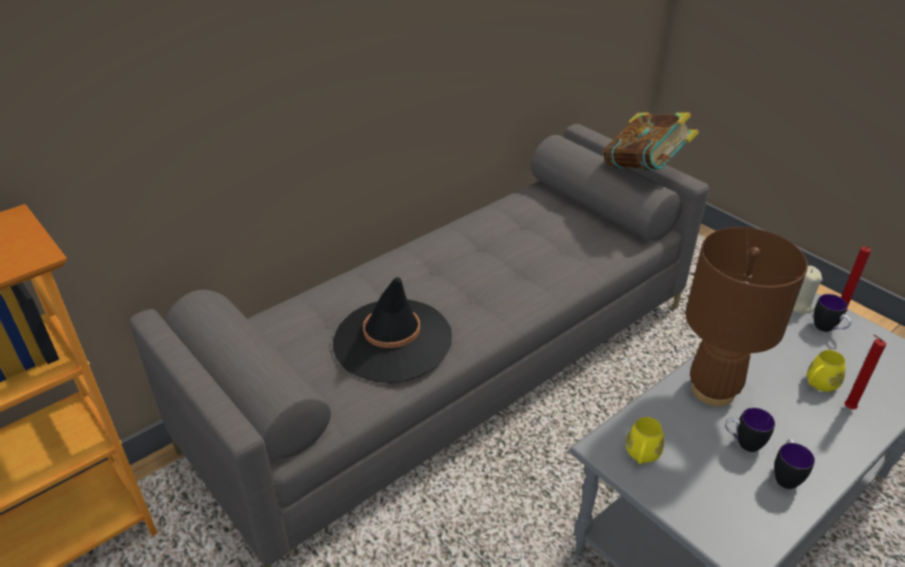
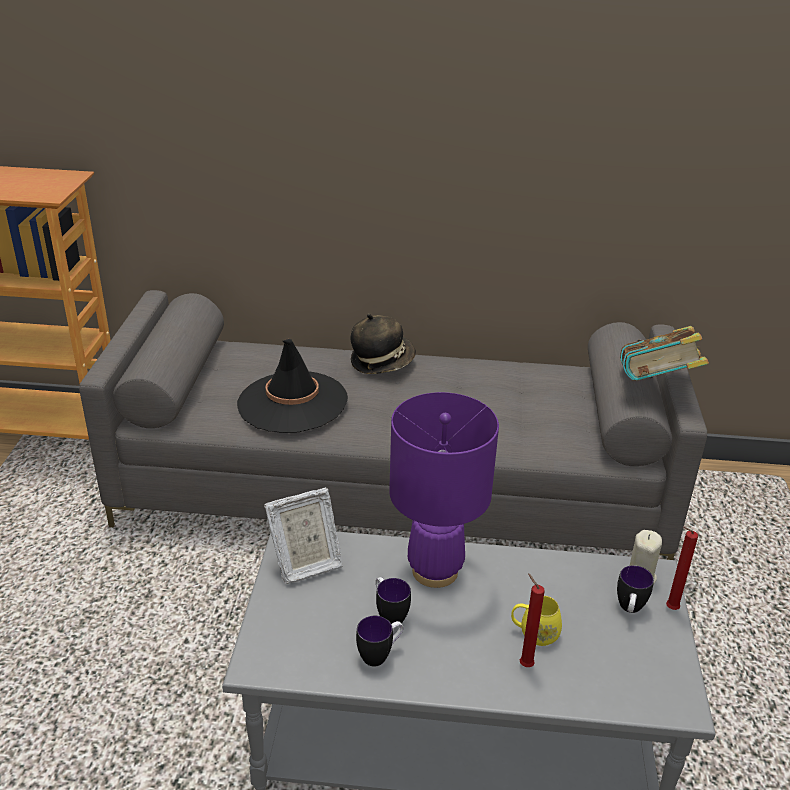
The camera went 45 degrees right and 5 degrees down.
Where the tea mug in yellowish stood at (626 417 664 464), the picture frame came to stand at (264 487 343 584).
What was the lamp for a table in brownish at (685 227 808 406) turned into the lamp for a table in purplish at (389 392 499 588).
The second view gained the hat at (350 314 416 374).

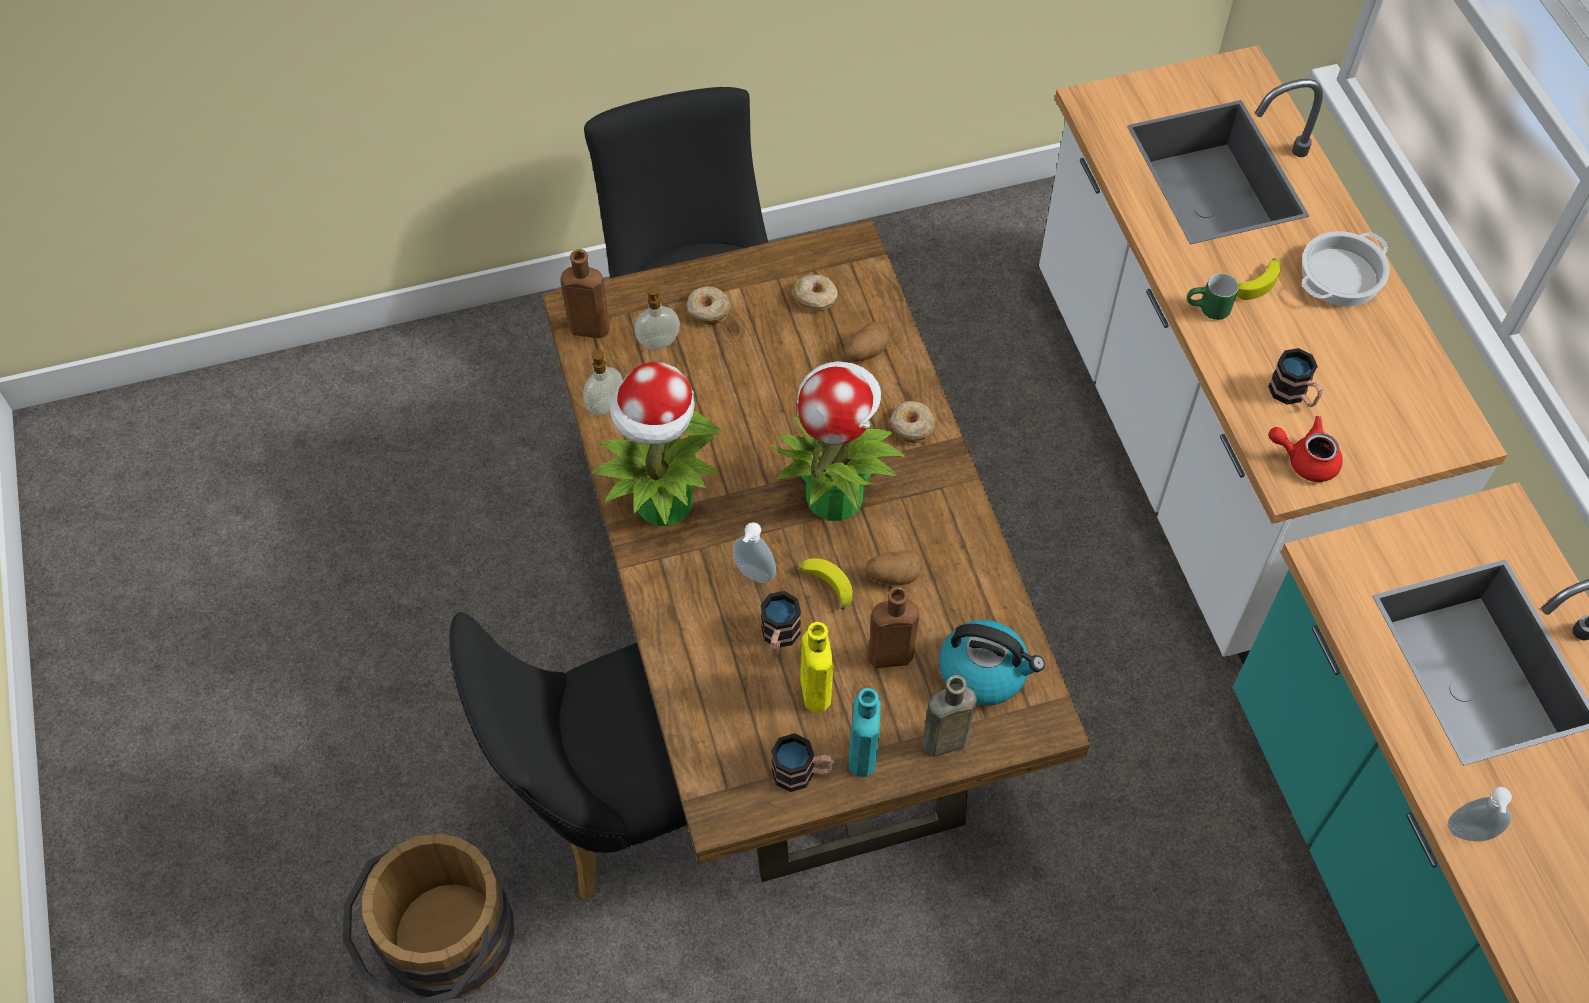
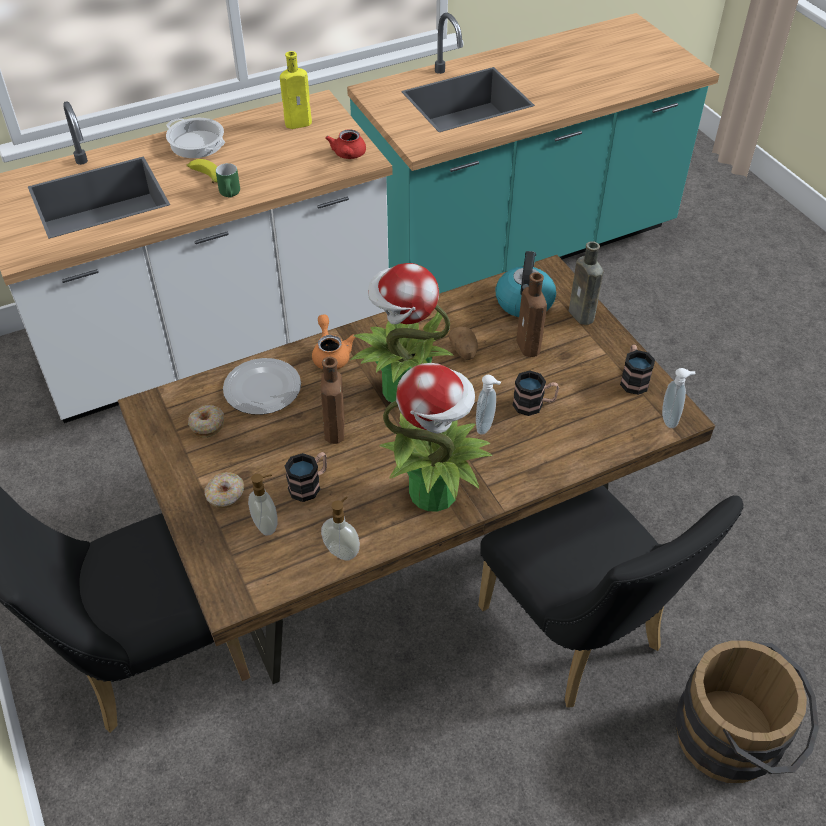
The camera went 100 degrees left and 10 degrees down.
The bottle in brownish ended up elsewhere, having gone from (561 249 610 338) to (321 357 344 444).
The second view lost the banana at (798 558 853 609).
The bottle in yellowish ended up elsewhere, having gone from (800 622 834 712) to (280 51 312 129).
Where the potato stood at (844 322 889 362), the flat dish came to stand at (223 358 301 415).
The second view lost the bottle in turquoise-coloured at (849 688 881 777).
Where the ring doughnut stood at (891 401 935 443), the tea pot in orange came to stand at (312 314 355 369).
The tea mug ended up elsewhere, having gone from (1268 348 1323 407) to (285 452 327 502).
The soap bottle ended up elsewhere, having gone from (1447 787 1512 841) to (662 368 695 428).

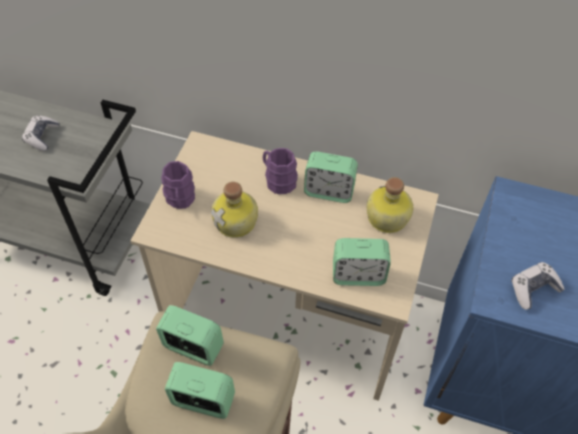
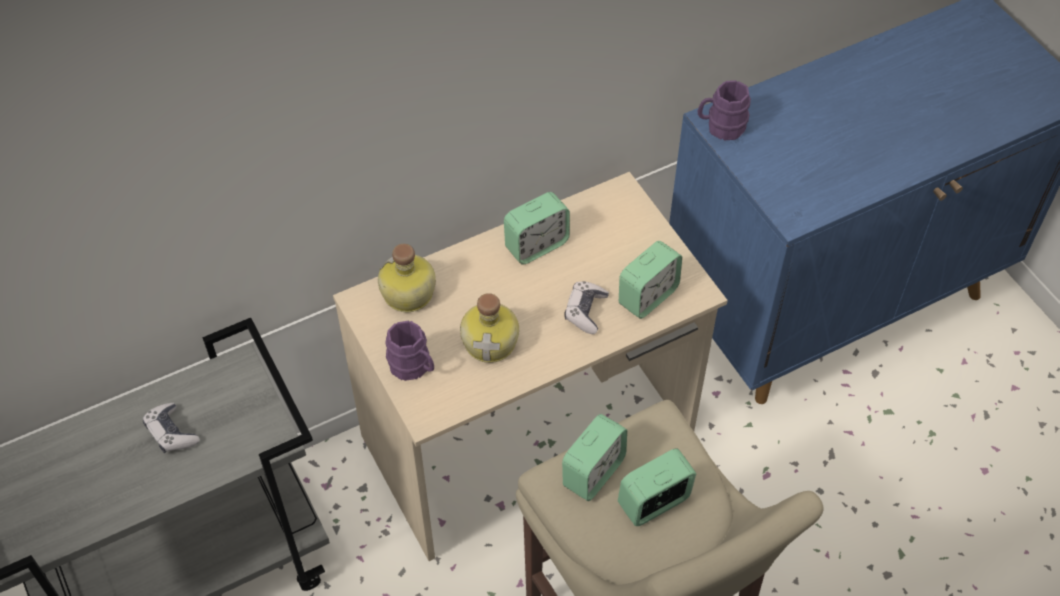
The camera went 45 degrees left and 0 degrees up.
The bedside clock at (156 305 224 366) ended up facing another way, 150 degrees clockwise from before.
The tea mug in purplish ended up elsewhere, having gone from (263 148 298 194) to (698 80 751 140).
The bottle ended up elsewhere, having gone from (367 177 413 233) to (378 244 436 312).
The joypad ended up elsewhere, having gone from (511 262 565 310) to (564 281 609 334).

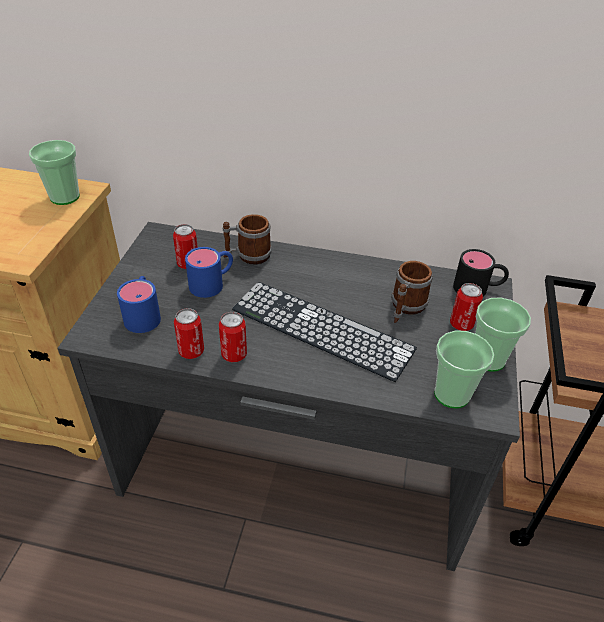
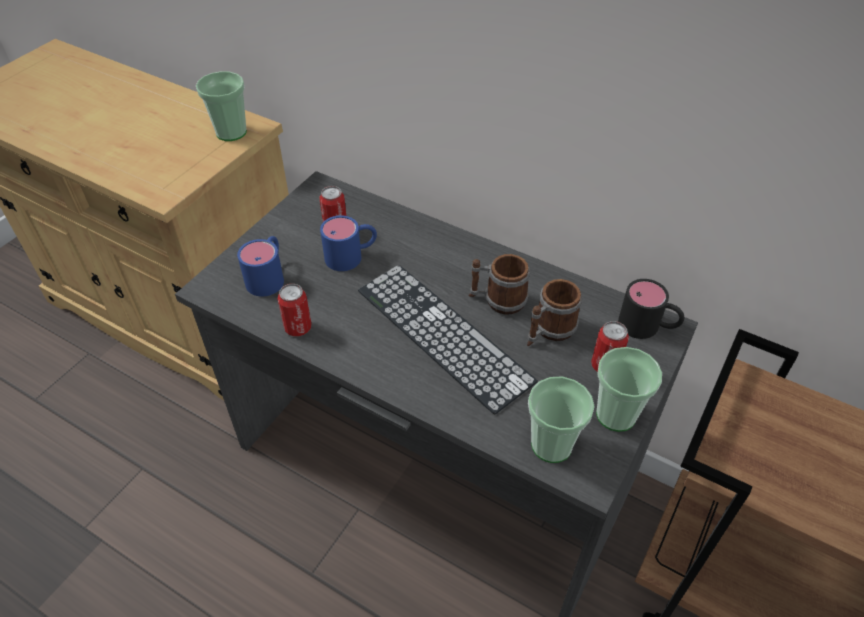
The camera went 20 degrees right and 5 degrees up.
The second view lost the sealed can at (219 312 247 362).
The tea mug ended up elsewhere, having gone from (223 214 272 265) to (469 254 530 314).

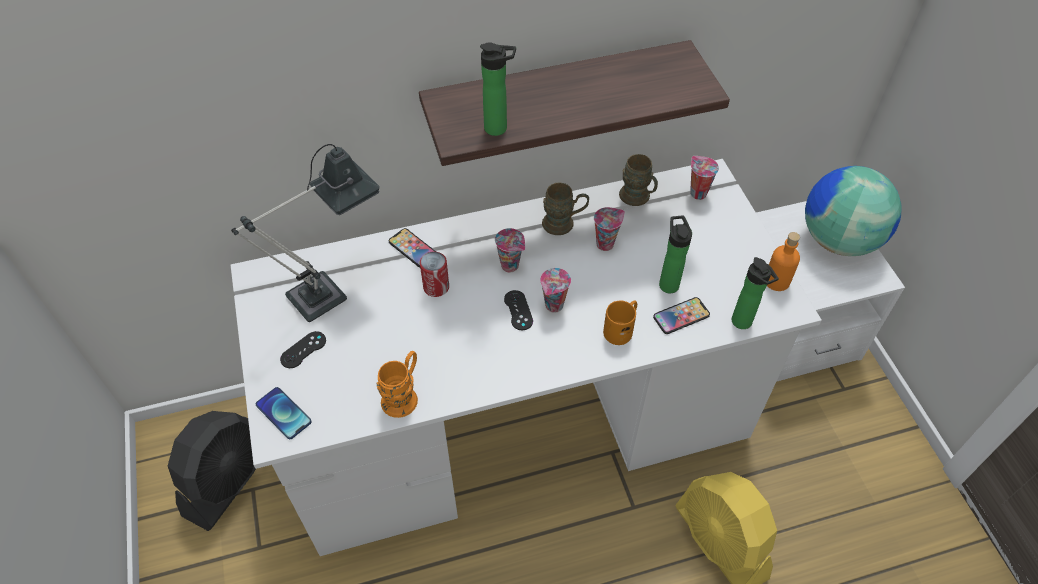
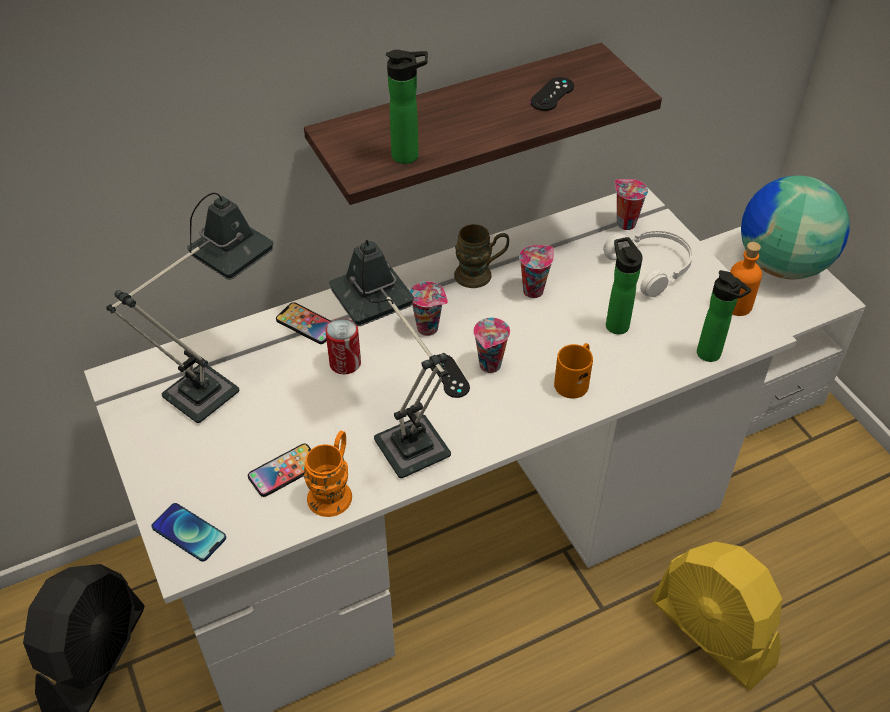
The camera went 10 degrees left and 5 degrees down.
The joypad in blackish ended up elsewhere, having gone from (280 331 326 368) to (530 77 574 111).
The second view lost the tea mug in brownish at (619 154 658 206).
The handset ended up elsewhere, having gone from (653 297 710 334) to (248 444 311 497).
The second view gained the lamp for a table at (329 240 451 478).
The second view gained the pair of headphones in white at (603 230 693 297).

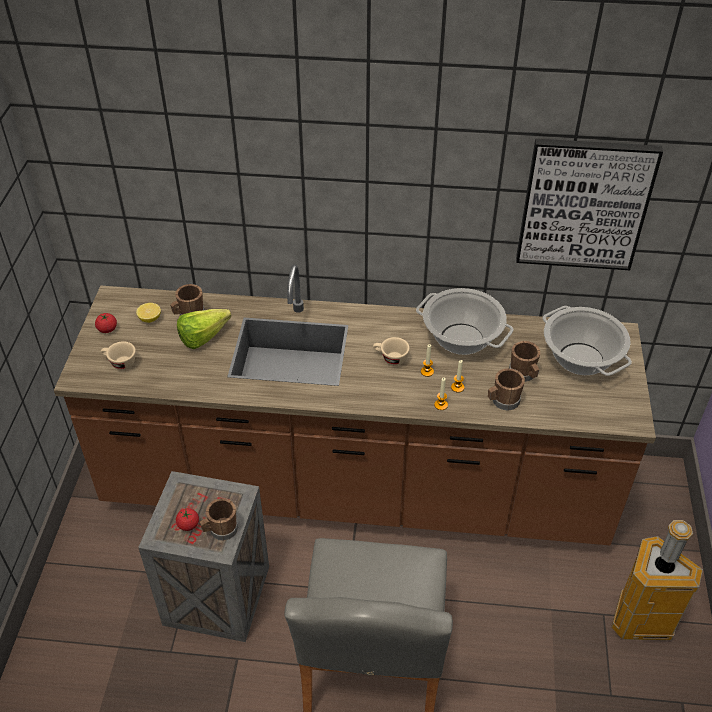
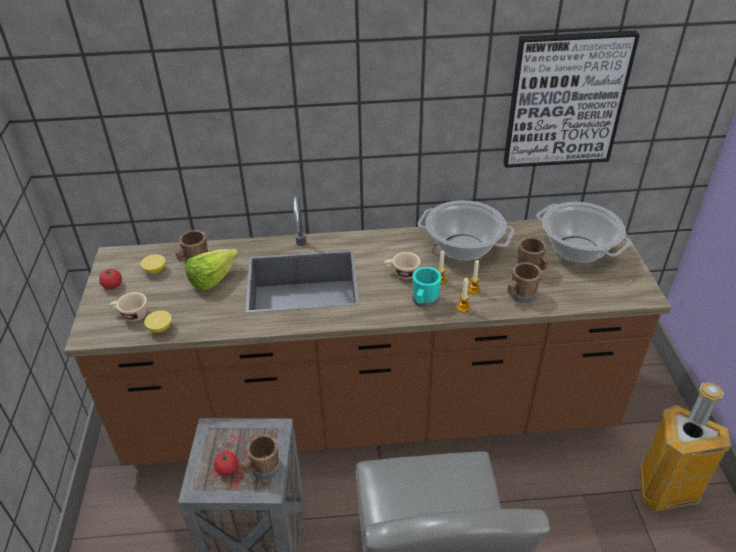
The camera went 10 degrees left and 5 degrees down.
The second view gained the lemon at (144 311 172 333).
The second view gained the tea mug in turquoise-coloured at (412 267 442 308).

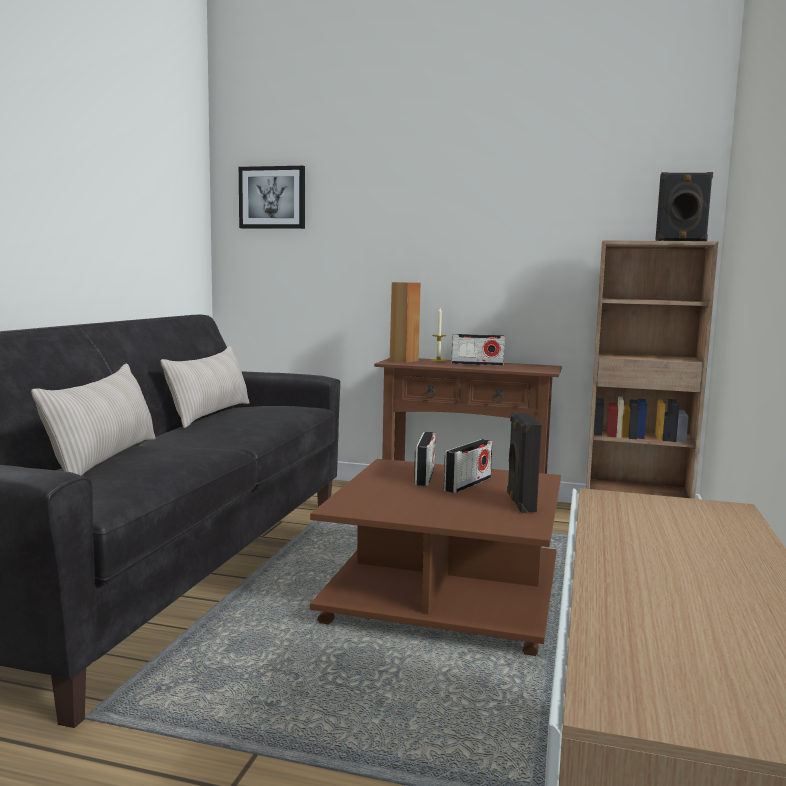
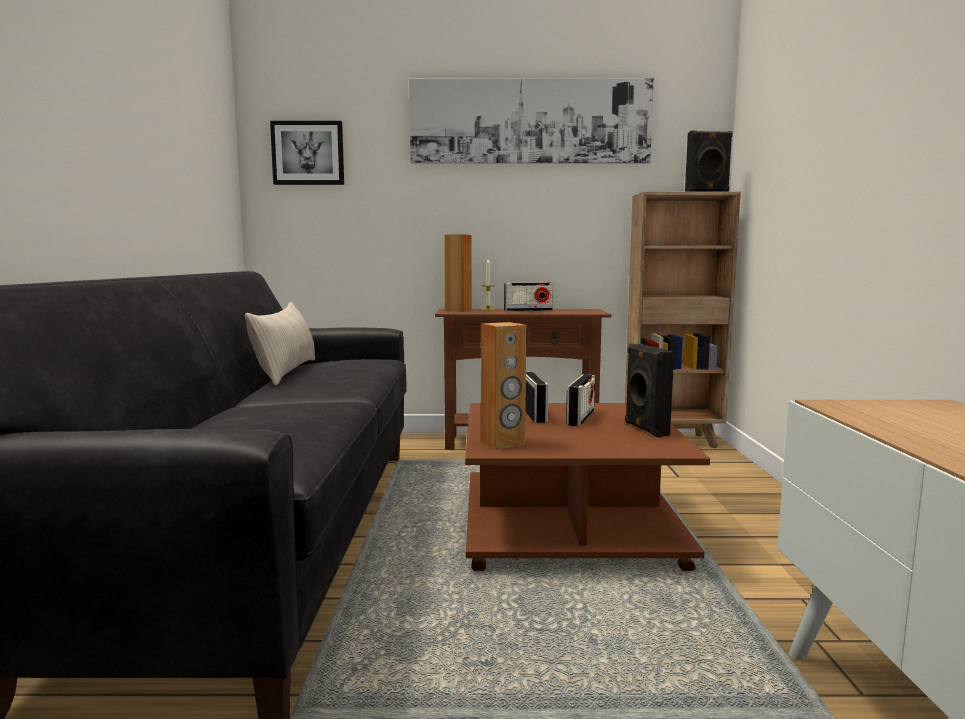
The camera went 15 degrees left and 0 degrees up.
The second view lost the cushion in beige-coloured at (31 364 156 476).
The second view gained the wall art at (409 78 654 164).
The second view gained the loudspeaker in brownish at (481 322 526 449).

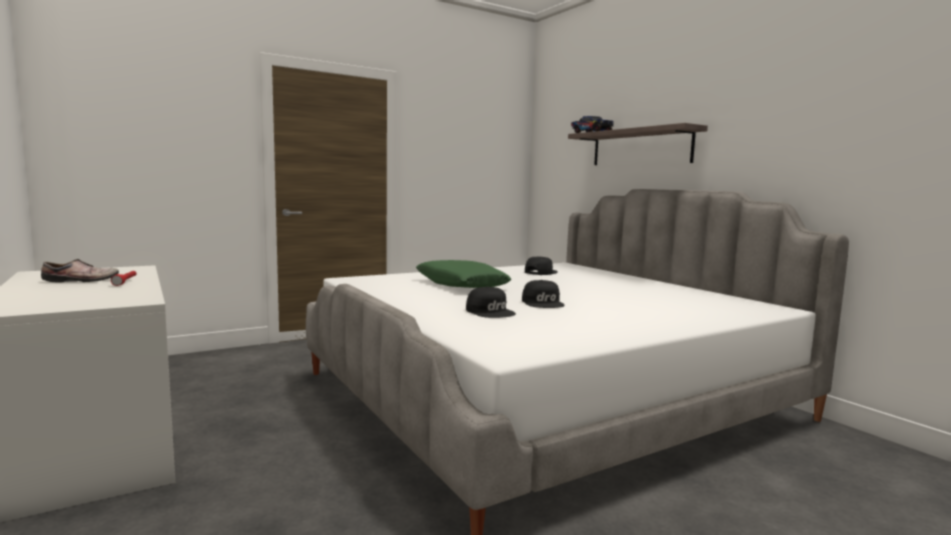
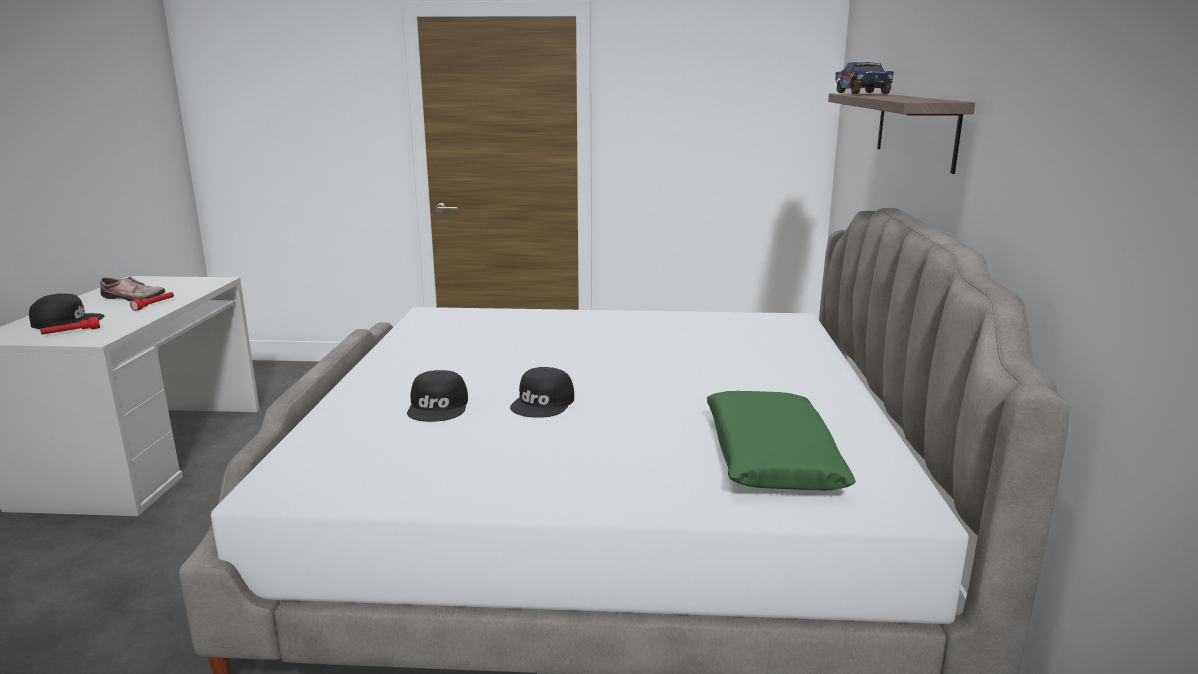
The camera went 35 degrees right and 10 degrees up.
The cushion in green-coloured ended up elsewhere, having gone from (416 260 511 288) to (707 391 856 491).
The cap in blackish ended up elsewhere, having gone from (525 256 558 275) to (29 293 104 329).
The second view gained the hand torch in reddish at (40 317 100 335).

